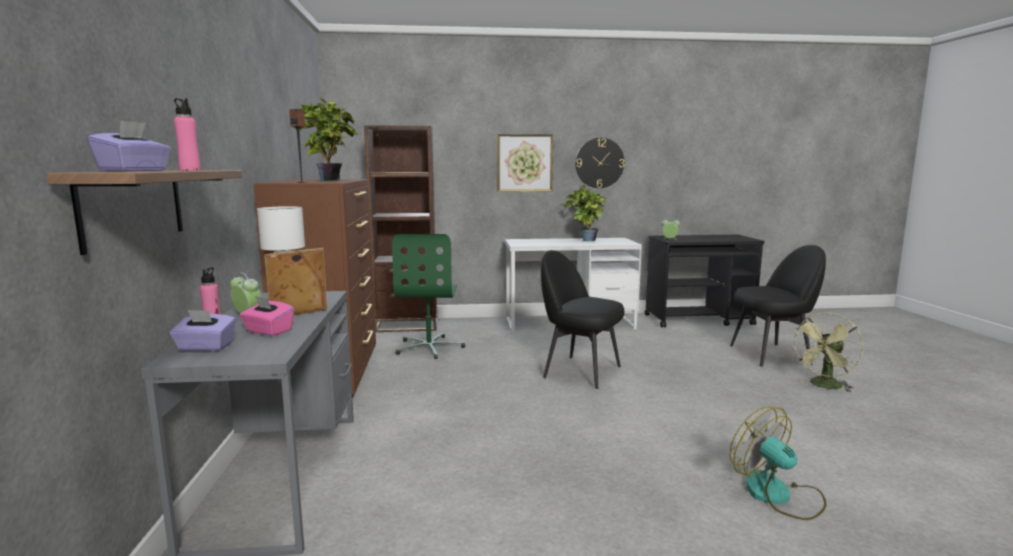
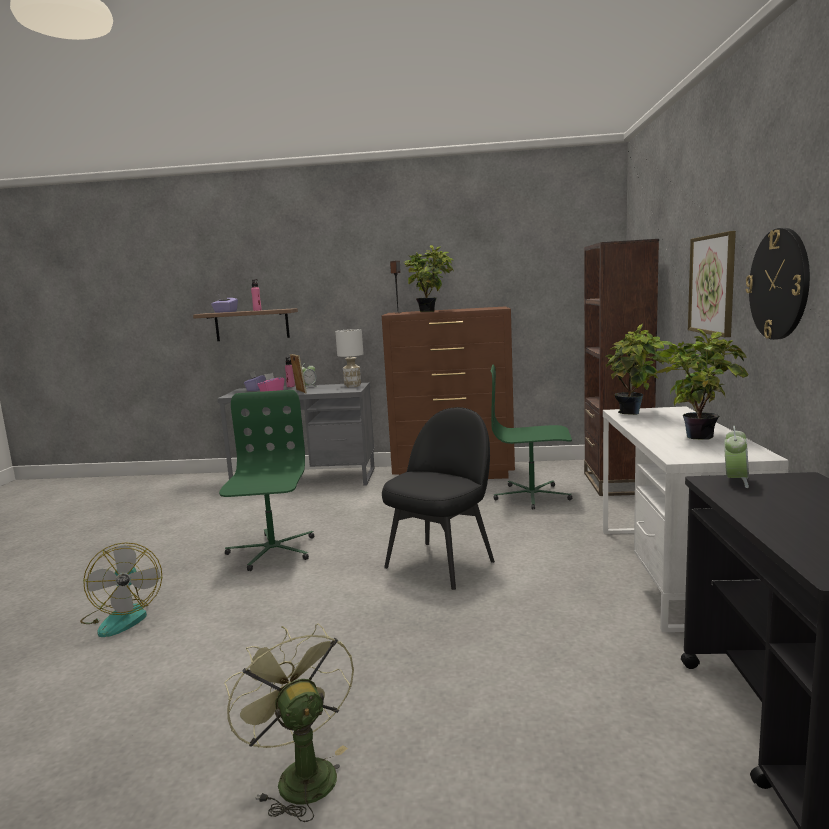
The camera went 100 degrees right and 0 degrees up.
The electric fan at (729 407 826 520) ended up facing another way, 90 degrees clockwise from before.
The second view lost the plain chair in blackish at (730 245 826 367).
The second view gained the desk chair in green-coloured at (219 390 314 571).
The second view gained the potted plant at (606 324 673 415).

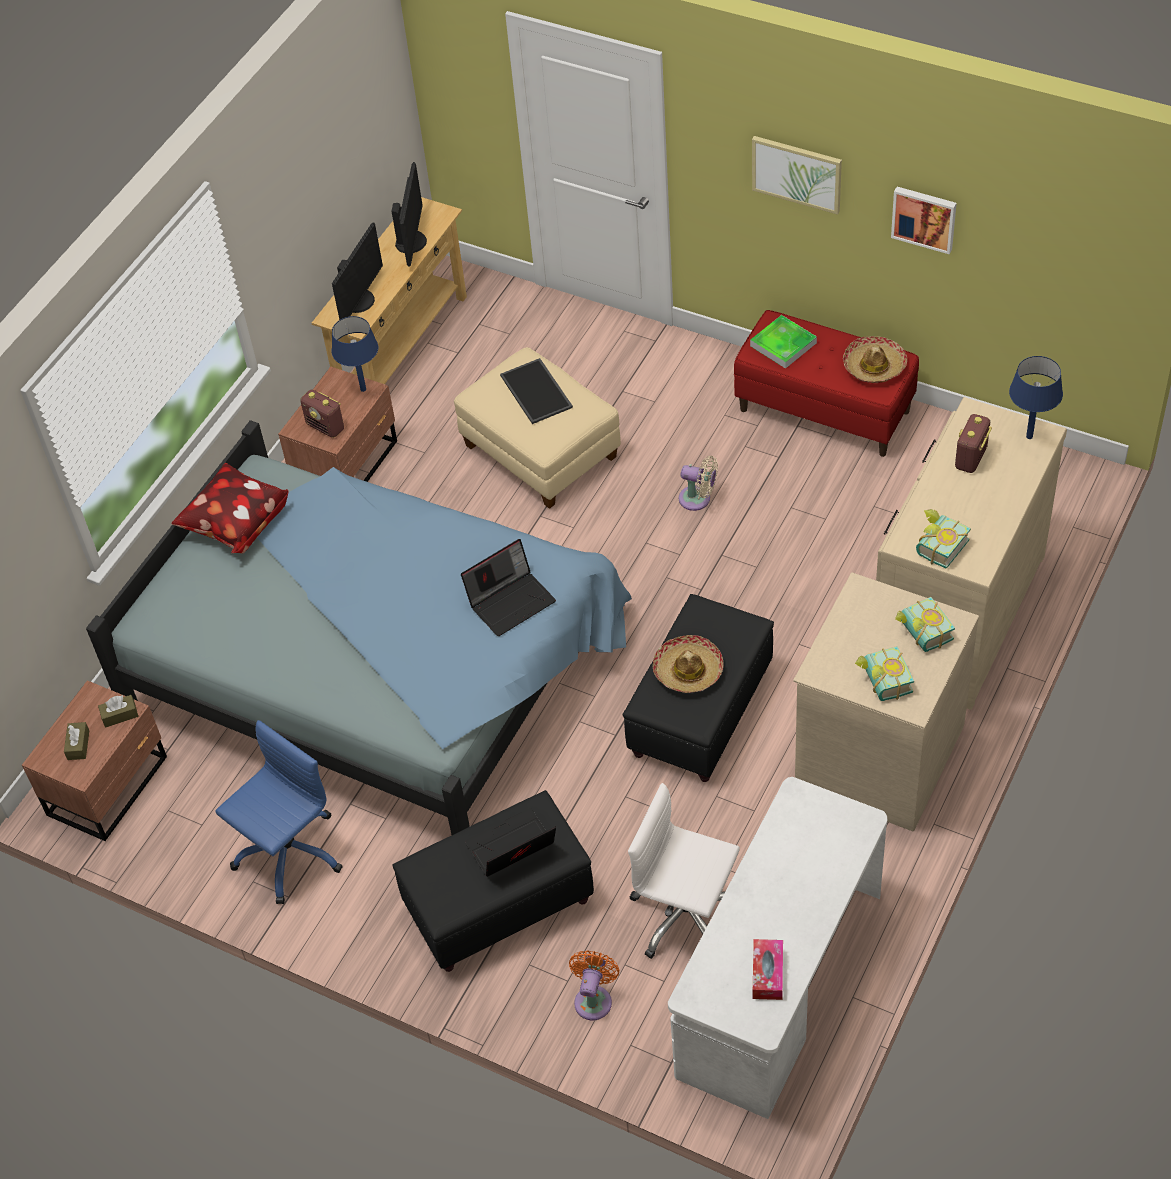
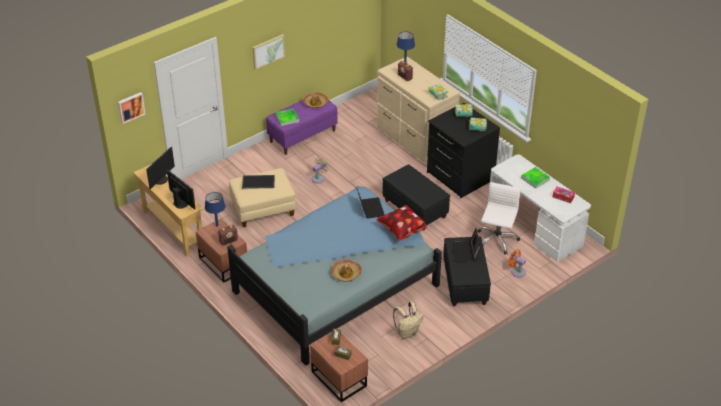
The camera went 70 degrees left and 10 degrees down.
The cushion ended up elsewhere, having gone from (172 463 288 554) to (377 205 427 241).
Where the desk chair in bluish stood at (215 720 343 904), the rucksack in beige-coloured came to stand at (393 302 424 339).
The computer display at (392 162 427 267) ended up facing another way, 90 degrees clockwise from before.
The desk chair in white at (628 783 740 959) ended up facing another way, 150 degrees clockwise from before.
The hat ended up elsewhere, having gone from (653 635 724 693) to (332 260 362 282).
What was the bench in reddish at (734 310 919 457) turned into the bench in purplish at (266 100 338 155).
What was the dresser in beige-coloured at (793 572 979 831) turned into the dresser in blackish at (427 103 500 198).
The wall art ended up elsewhere, having gone from (891 187 957 254) to (118 92 145 124).
The second view gained the serving tray at (521 167 550 189).

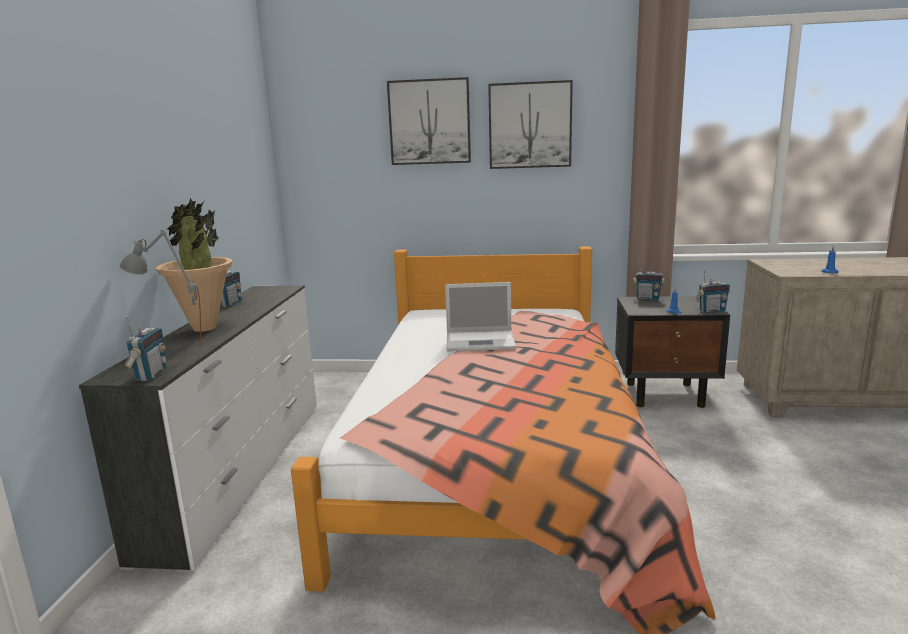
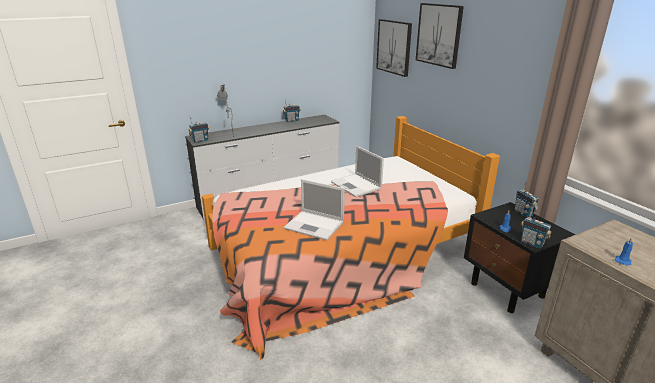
The camera went 55 degrees right and 10 degrees up.
The second view lost the potted plant at (156 198 232 332).
The wall art ended up elsewhere, having gone from (488 80 573 169) to (376 19 412 77).
The second view gained the notebook computer at (283 179 345 240).

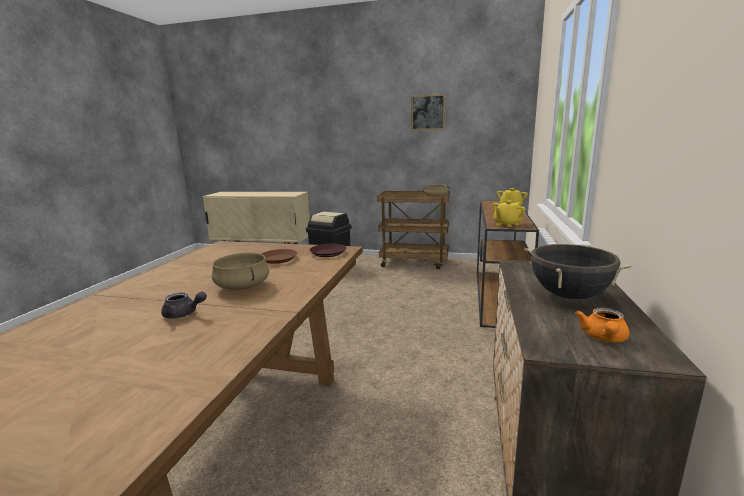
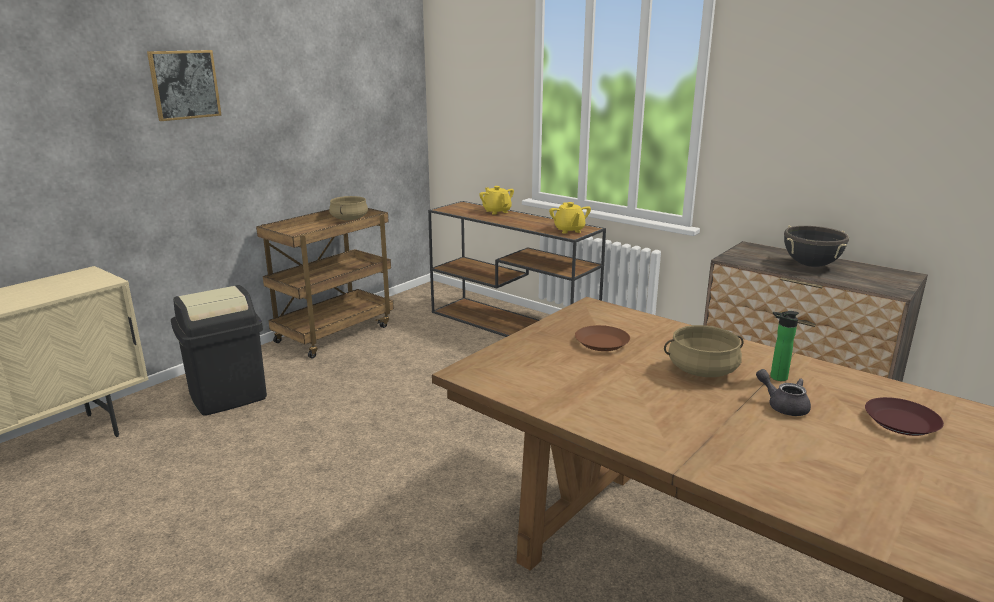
The camera went 65 degrees left and 5 degrees up.
The tea pot in gray at (161 292 207 319) ended up facing another way, 75 degrees counterclockwise from before.
The flat dish in brownish ended up elsewhere, having gone from (310 244 346 257) to (865 397 944 436).
The wall art ended up elsewhere, having gone from (411 94 445 130) to (147 50 222 121).
The second view lost the tea pot in orange at (575 308 629 342).
The second view gained the bottle at (770 311 799 381).

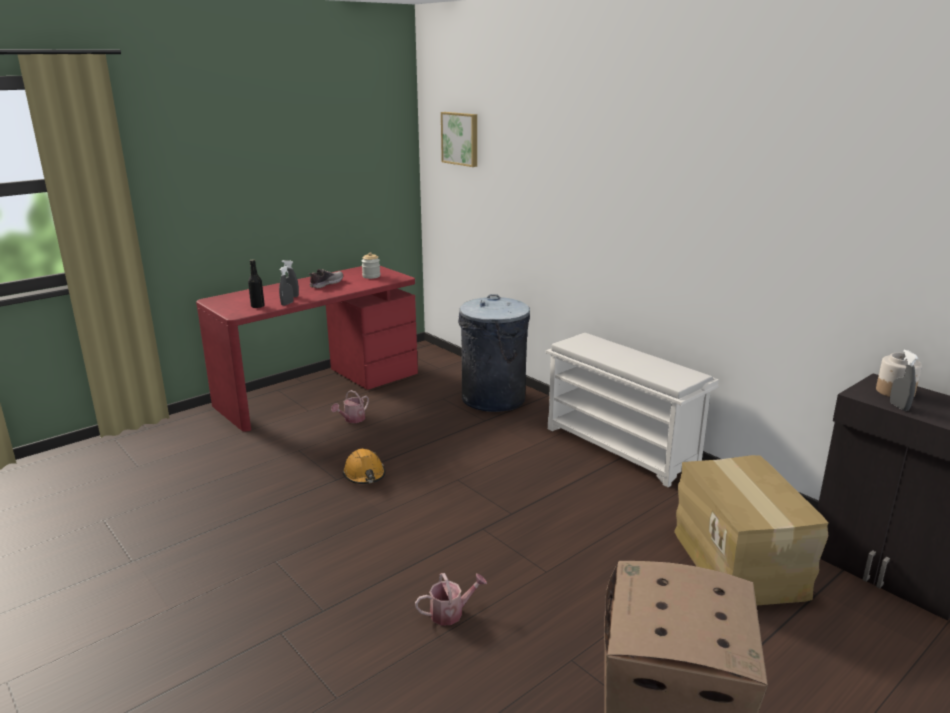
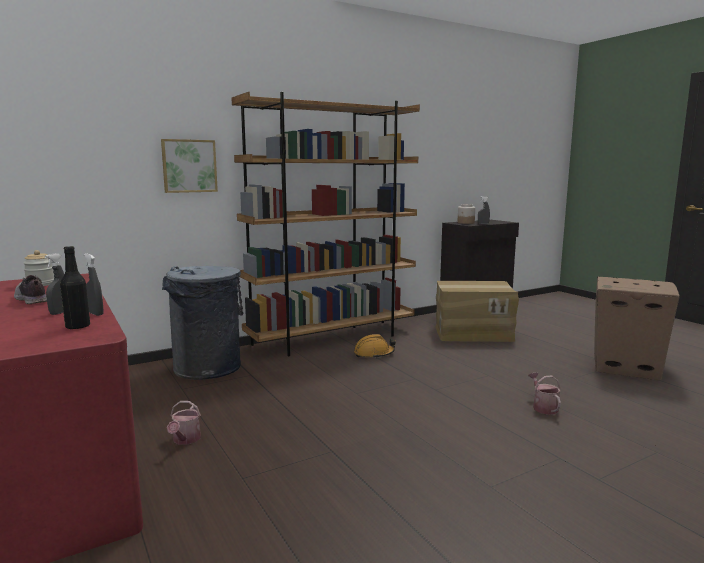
The camera went 80 degrees left and 10 degrees down.
The watering can at (331 390 369 423) ended up facing another way, 45 degrees clockwise from before.
The safety helmet in orange ended up elsewhere, having gone from (343 449 385 484) to (354 334 396 359).
The wall art ended up elsewhere, having gone from (441 112 477 167) to (161 139 218 193).
Where the shoe stand in white stood at (546 333 719 487), the shelving unit in brownish came to stand at (232 92 420 356).

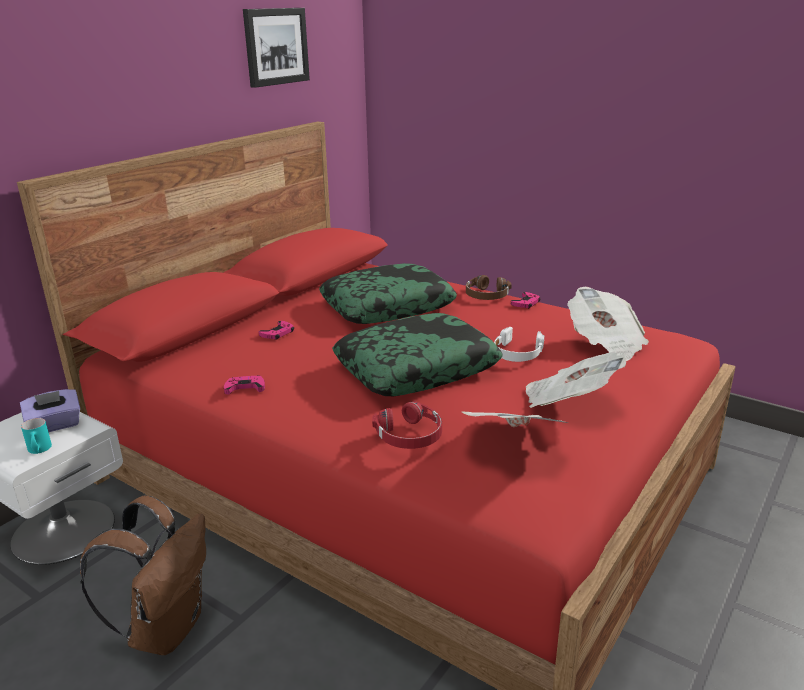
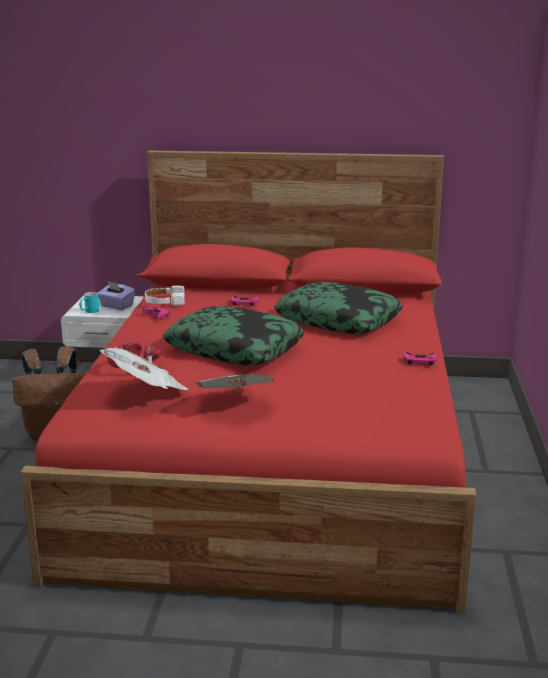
The camera went 60 degrees right and 5 degrees down.
The second view lost the wall art at (243 8 310 88).
The second view lost the pair of headphones in brownish at (466 275 512 300).
The pair of headphones in white ended up elsewhere, having gone from (494 327 545 362) to (145 285 185 306).
The second view lost the newspaper at (567 287 649 361).

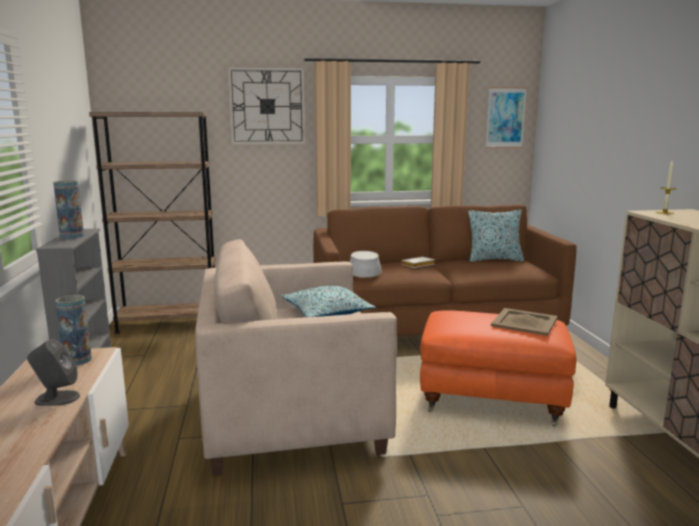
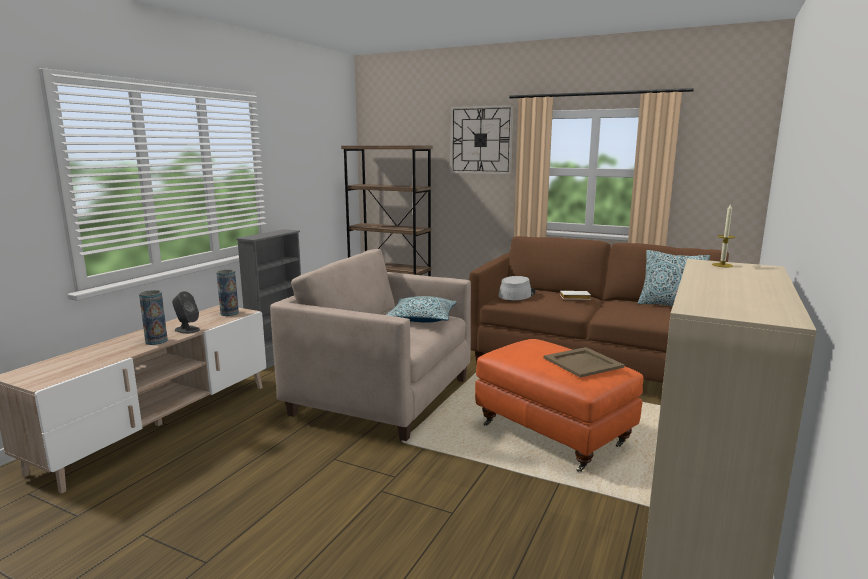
The camera went 35 degrees right and 0 degrees up.
The flower vase ended up elsewhere, having gone from (53 180 84 239) to (139 290 168 345).
The second view lost the wall art at (486 87 527 148).

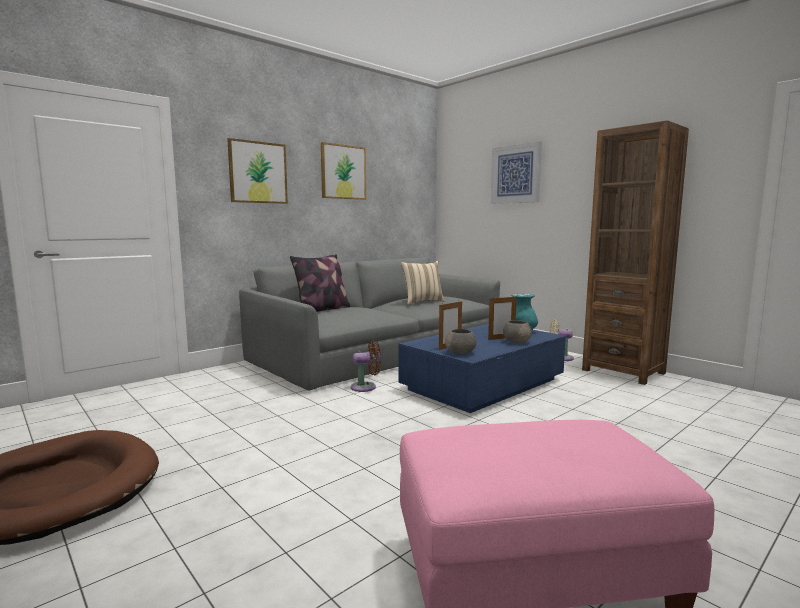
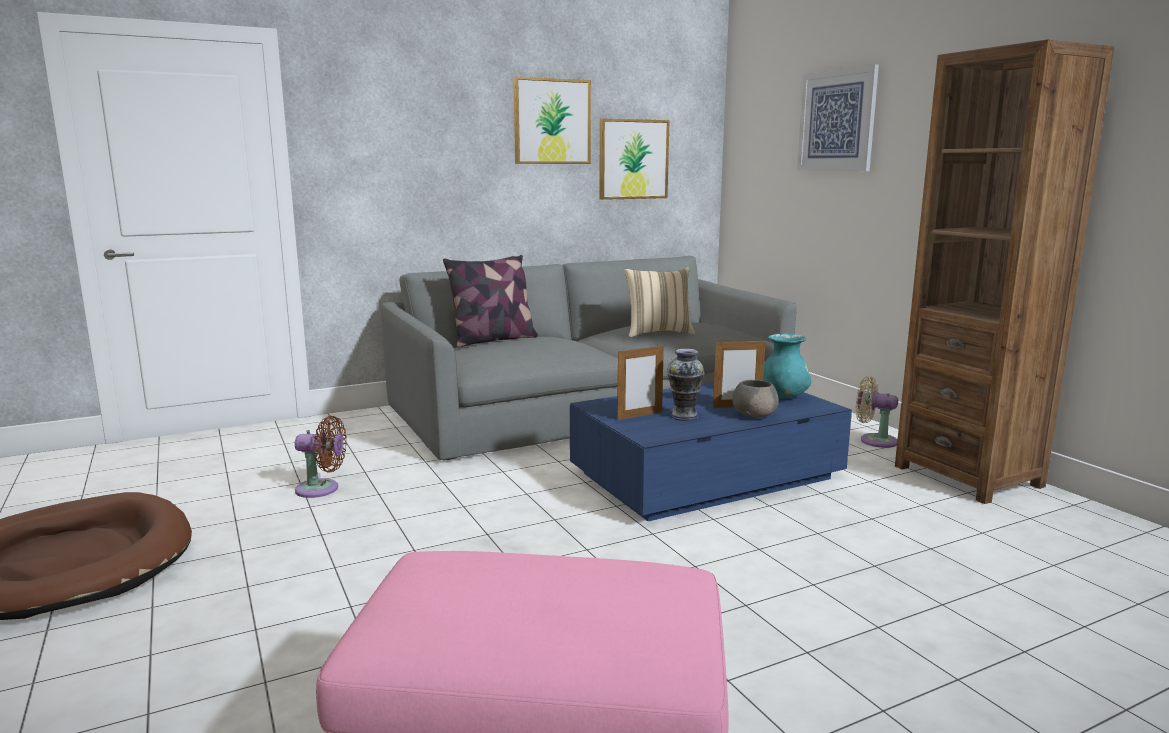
The camera went 15 degrees right and 5 degrees up.
The wall art ended up elsewhere, having gone from (227 138 288 204) to (599 118 670 200).
The electric fan in brownish ended up elsewhere, having gone from (350 341 381 392) to (295 416 347 498).
The second view lost the bowl in gray at (445 329 477 355).
The second view gained the flower vase at (667 349 705 421).

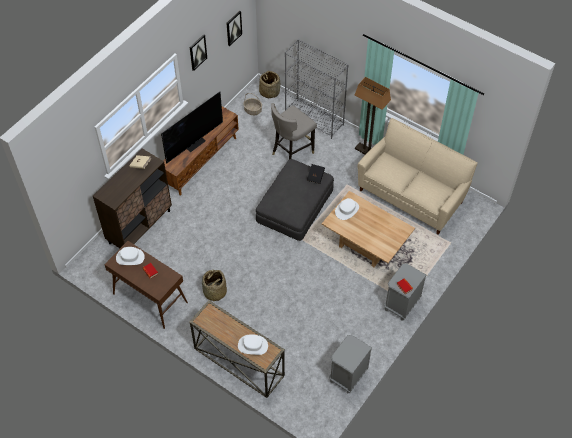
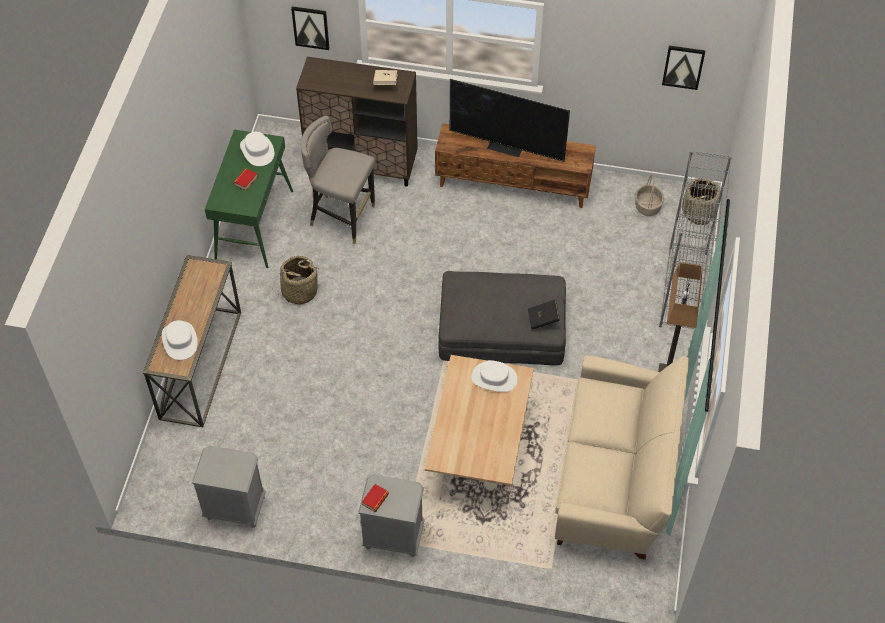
The camera went 65 degrees right and 0 degrees up.
What was the hall table in brownish at (104 241 188 329) turned into the hall table in green-coloured at (205 129 293 268).
The wall art ended up elsewhere, having gone from (190 34 207 71) to (291 6 329 50).
The sitting stool in gray ended up elsewhere, having gone from (271 103 317 159) to (300 116 375 244).

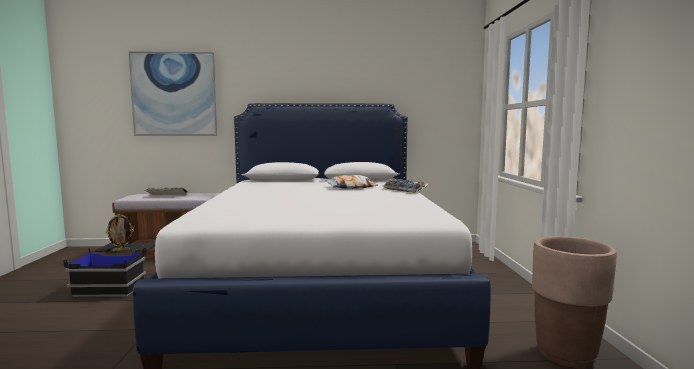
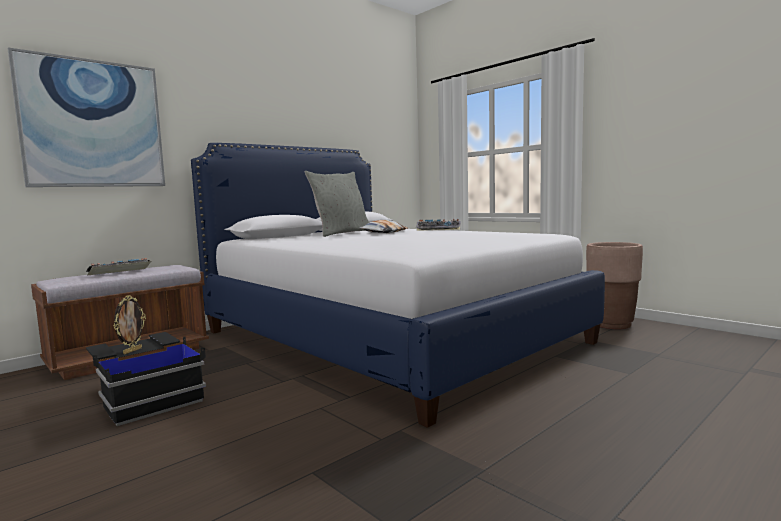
The camera went 40 degrees left and 0 degrees up.
The second view gained the cushion in gray at (305 171 369 237).

